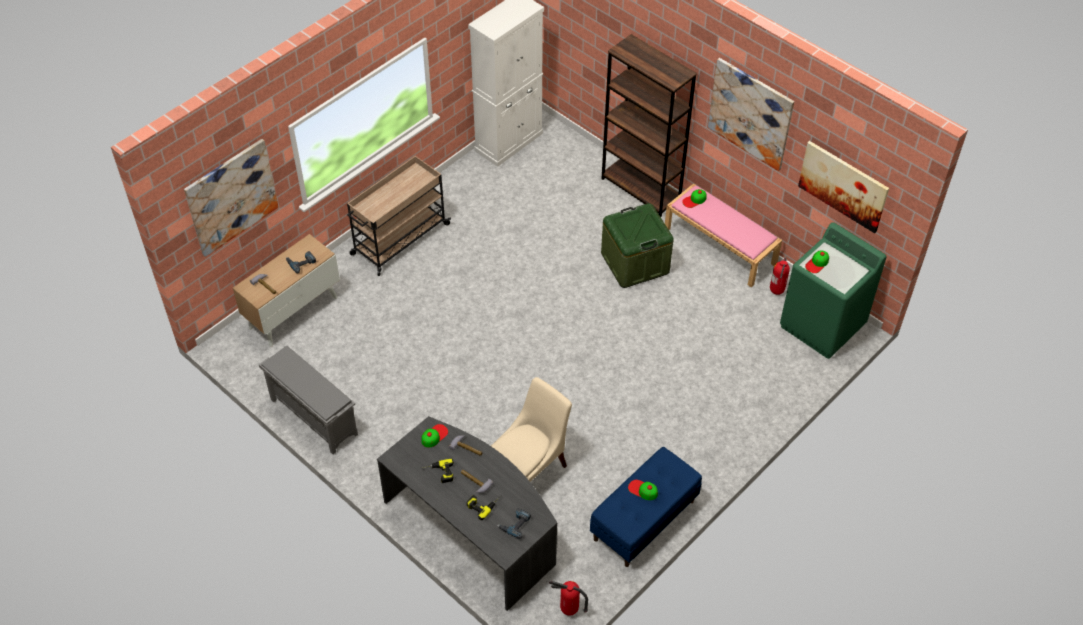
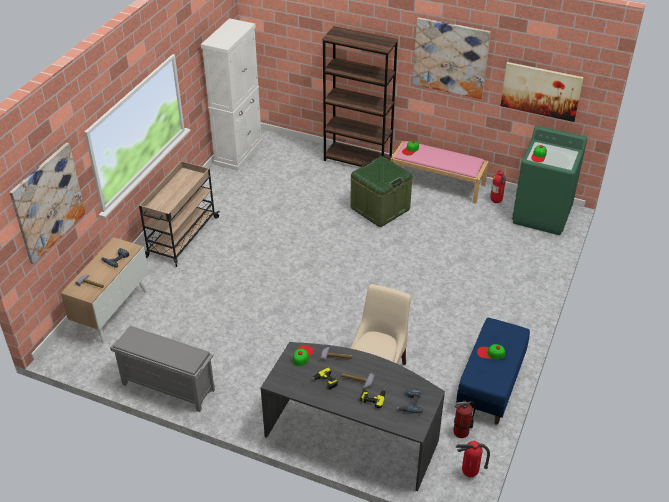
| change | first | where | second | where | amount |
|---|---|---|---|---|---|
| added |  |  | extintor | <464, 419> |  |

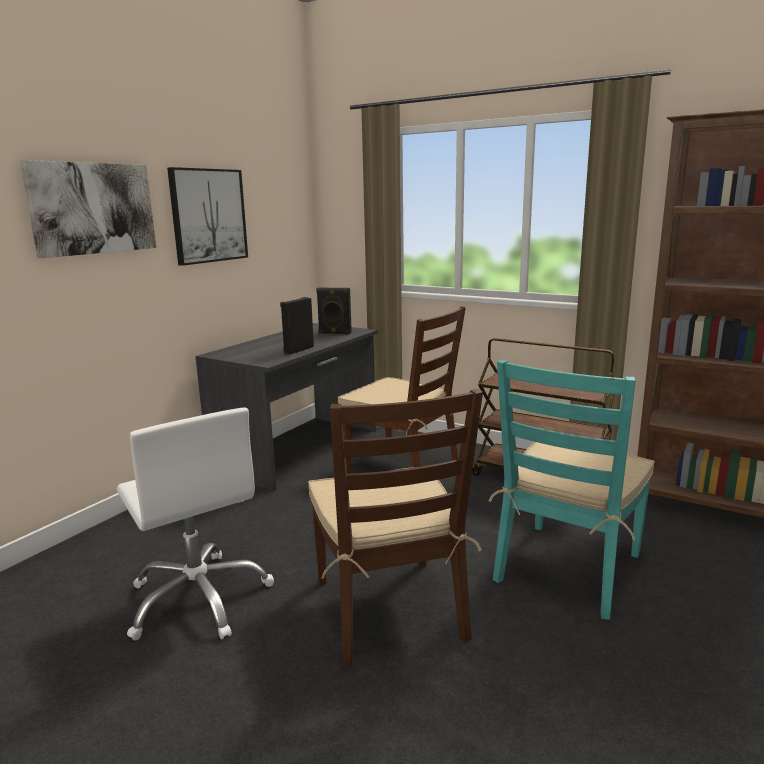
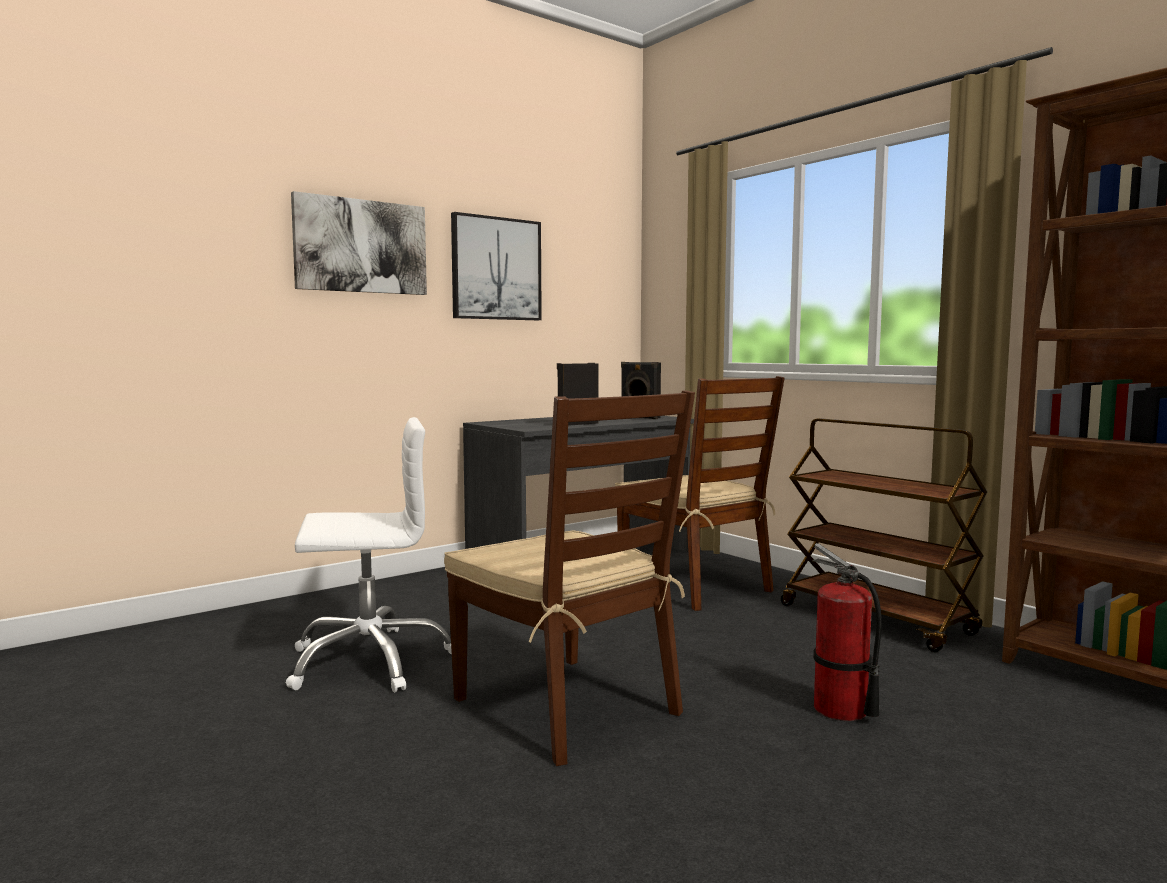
| change | first | where | second | where | amount |
|---|---|---|---|---|---|
| replaced | silla/turquesa | <572, 490> | extintor | <847, 632> |  |
| turned | silla/marrón | <395, 528> |  | <569, 578> | 45 degrees counterclockwise |
| turned | silla de oficina/blanco | <195, 524> |  | <369, 554> | 90 degrees counterclockwise |

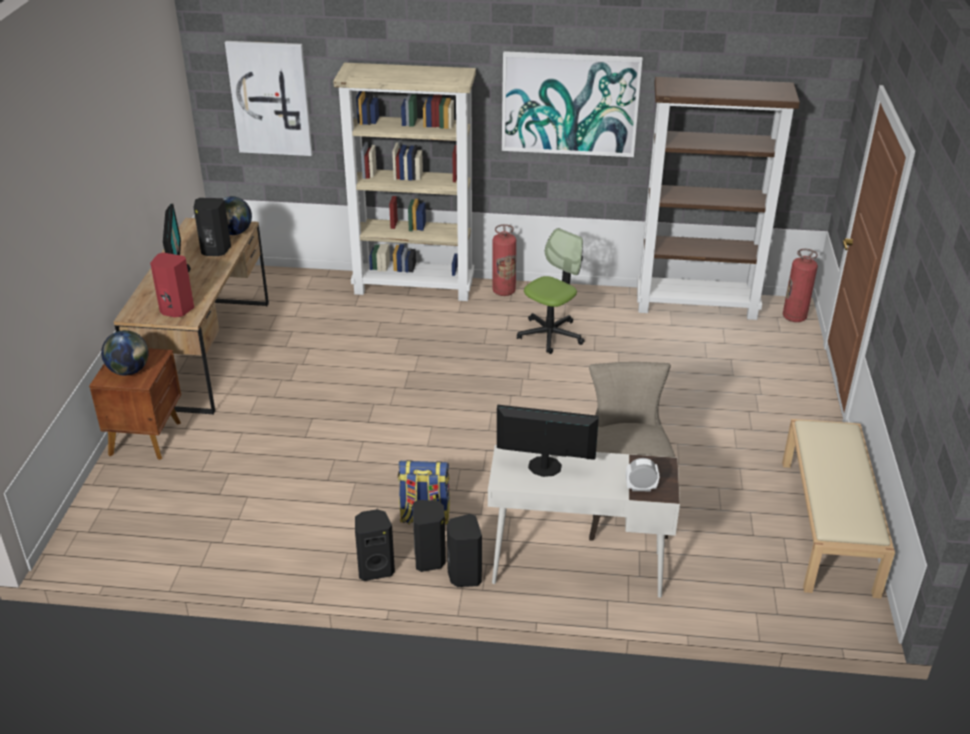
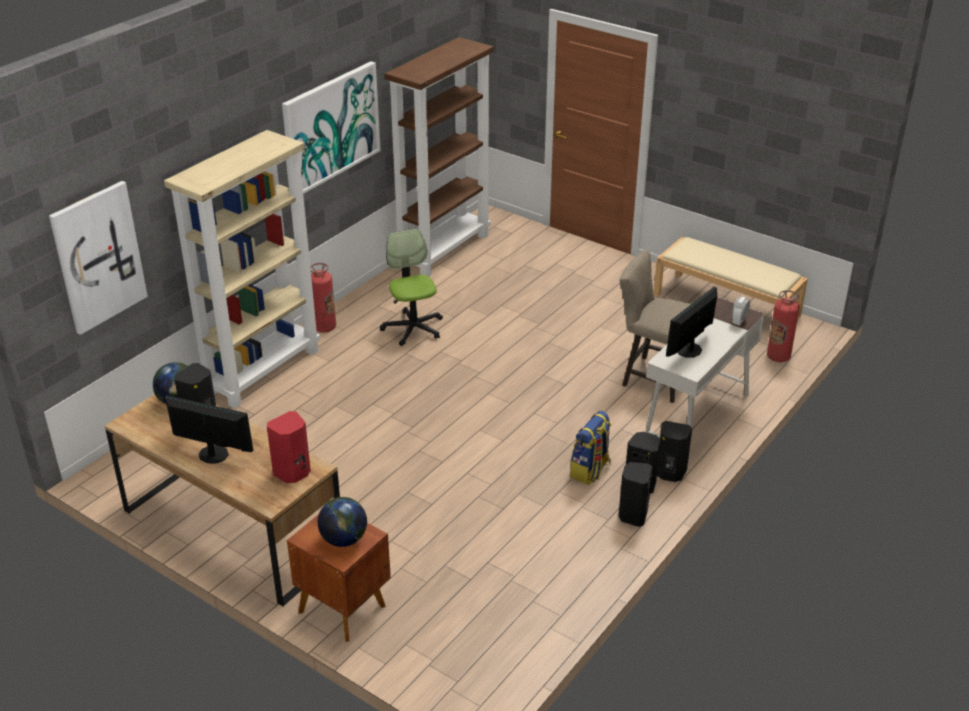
| change | first | where | second | where | amount |
|---|---|---|---|---|---|
| moved | extintor | <800, 285> |  | <783, 326> |  |

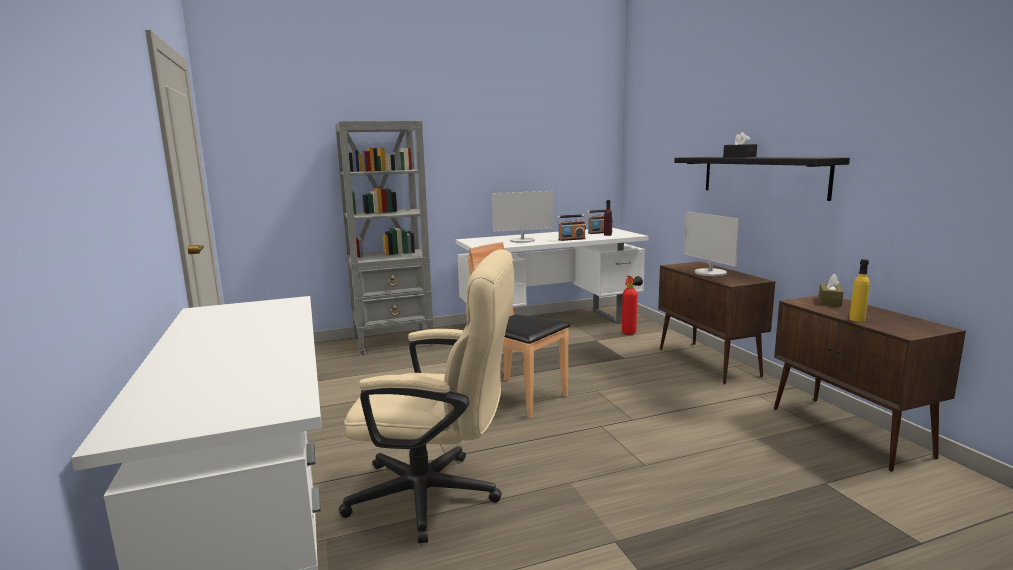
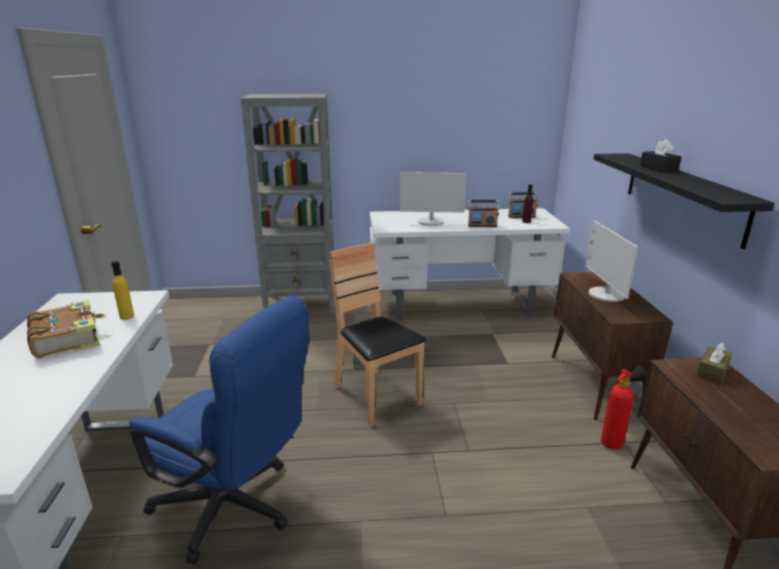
| change | first | where | second | where | amount |
|---|---|---|---|---|---|
| recoloured | silla de oficina/beis | <426, 396> | silla de oficina/azul | <219, 430> |  |
| moved | botella/amarillo | <859, 290> |  | <122, 290> |  |
| moved | extintor | <632, 305> |  | <624, 407> |  |
| added |  |  | libro | <67, 329> |  |

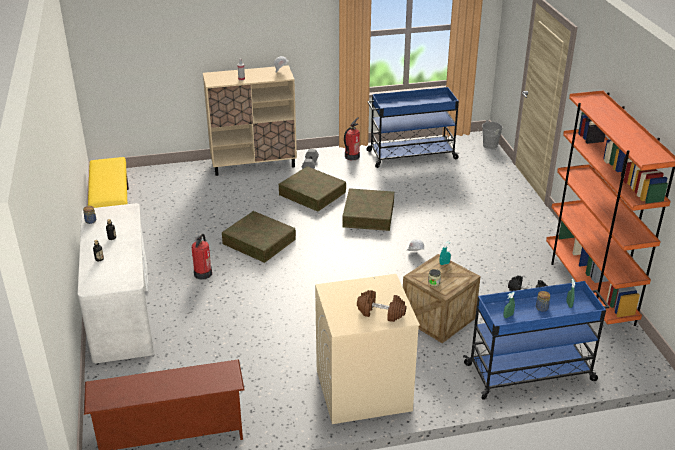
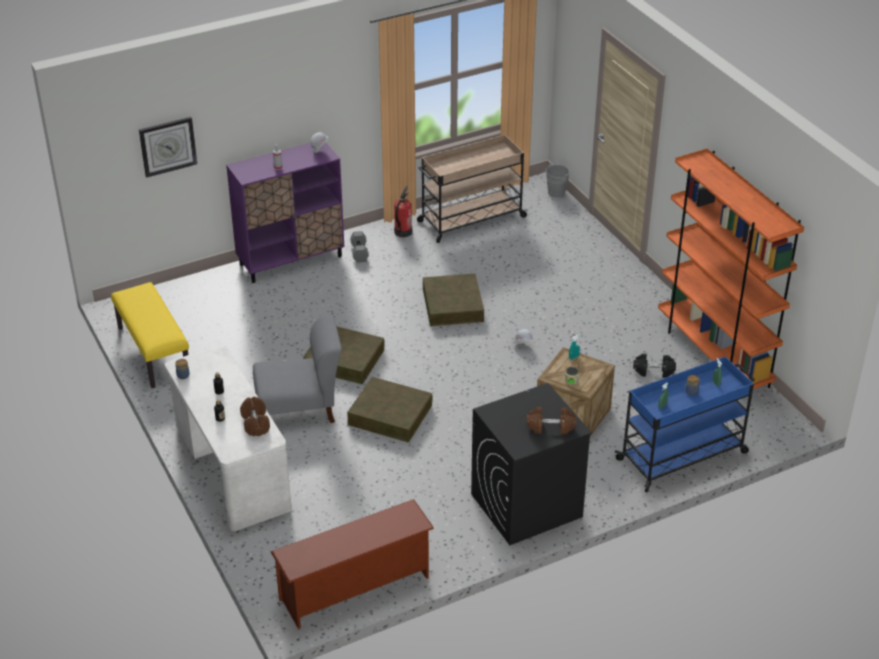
| change | first | where | second | where | amount |
|---|---|---|---|---|---|
| recoloured | armario/beis | <250, 120> | armario/morado | <285, 212> |  |
| recoloured | carrito/azul | <413, 127> | carrito/beis | <472, 188> |  |
| moved | caja de almacenaje/marrón | <312, 189> |  | <390, 410> |  |
| replaced | extintor | <202, 256> | silla/gris | <297, 368> |  |
| recoloured | lavadora/beis | <367, 349> | lavadora/negro | <531, 464> |  |
| added |  |  | reloj de pared | <168, 147> |  |
| added |  |  | mancuerna/marrón | <255, 416> |  |

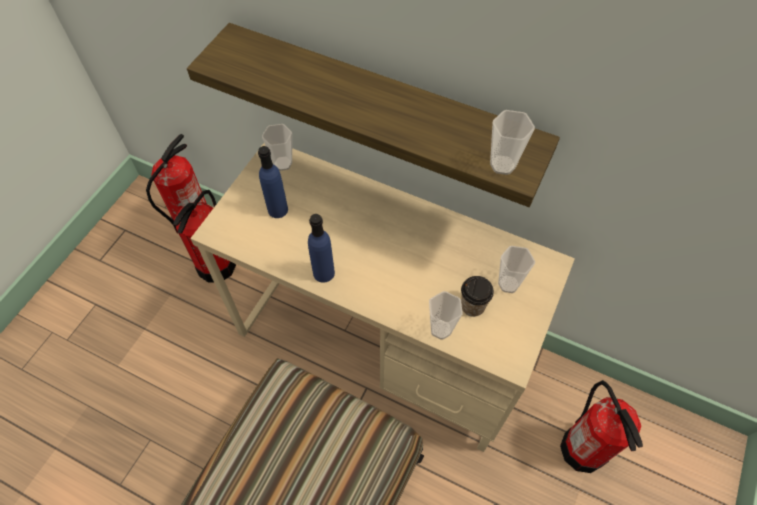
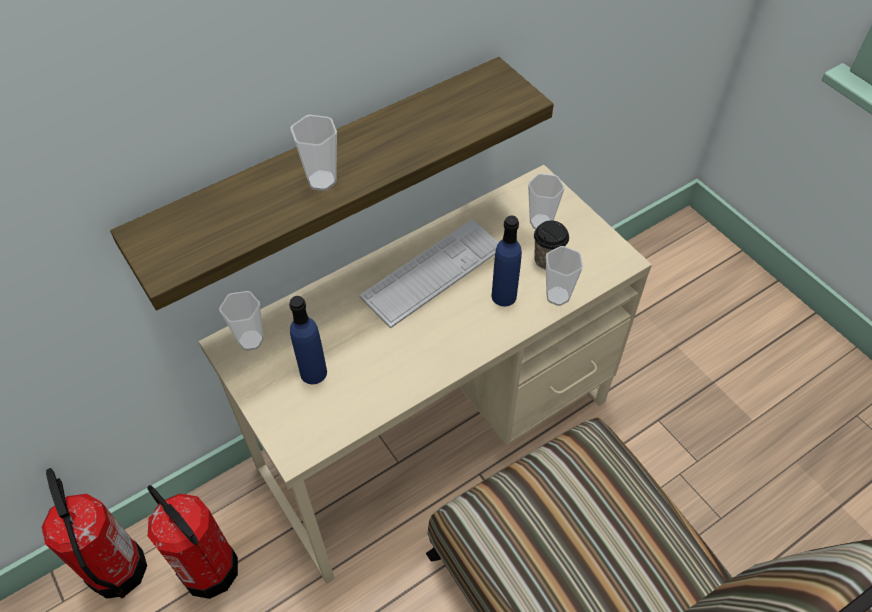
| change | first | where | second | where | amount |
|---|---|---|---|---|---|
| moved | taza | <512, 142> |  | <313, 153> |  |
| moved | botella/azul | <321, 248> |  | <507, 261> |  |
| removed | extintor | <601, 426> |  |  |  |
| added |  |  | teclado | <429, 274> |  |

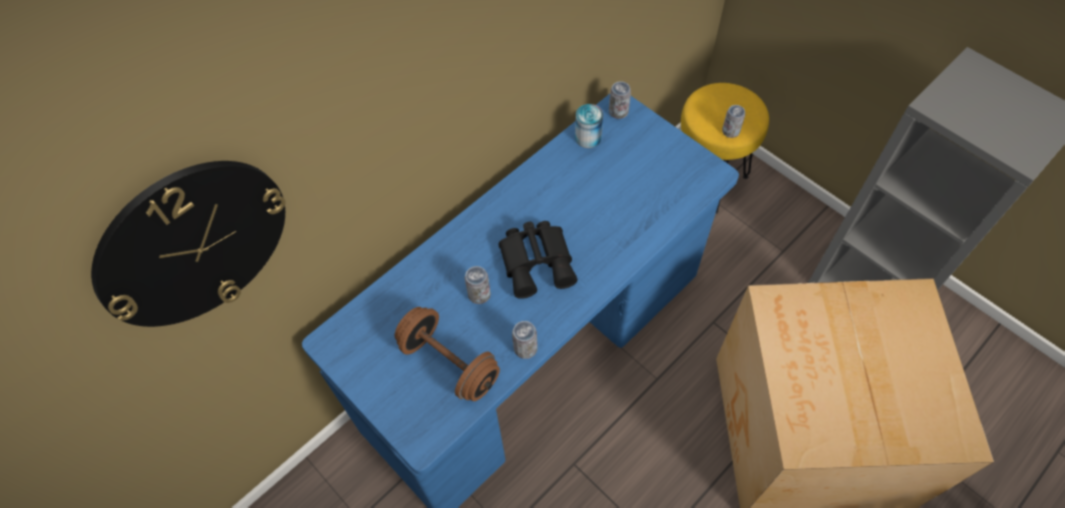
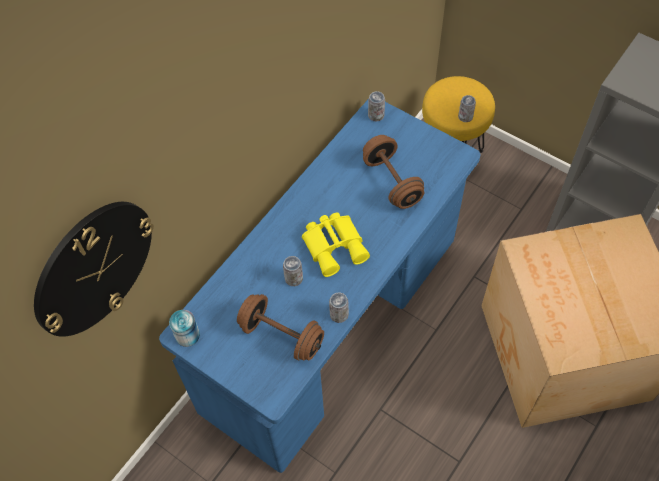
| change | first | where | second | where | amount |
|---|---|---|---|---|---|
| moved | lata | <589, 126> |  | <184, 328> |  |
| recoloured | prismáticos/negro | <537, 260> | prismáticos/amarillo | <336, 244> |  |
| added |  |  | mancuerna/marrón | <393, 172> |  |

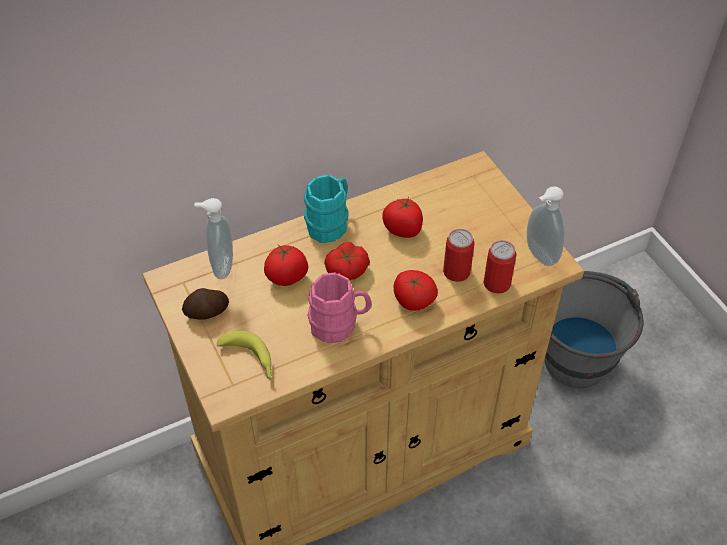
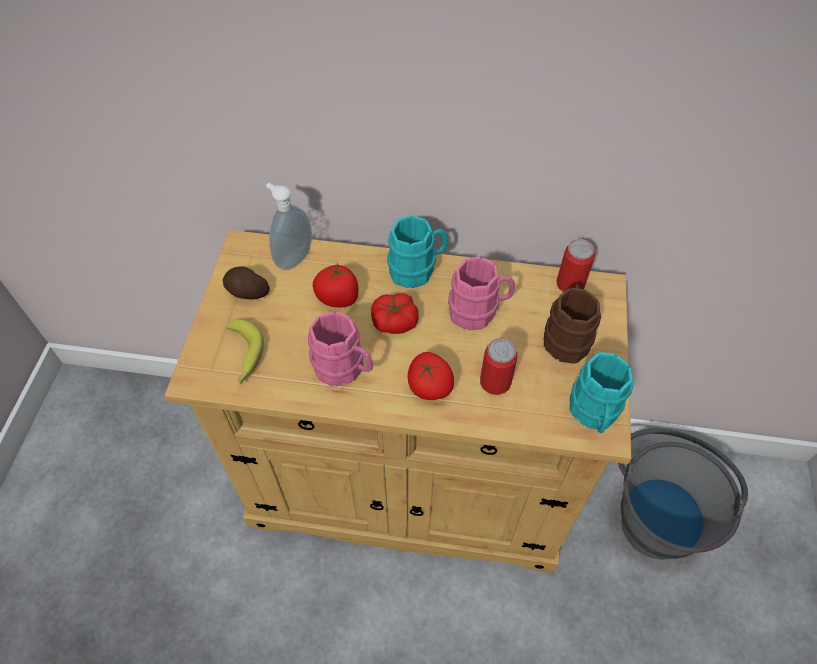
| change | first | where | second | where | amount |
|---|---|---|---|---|---|
| replaced | dispensador de jabón | <546, 226> | taza grande/turquesa | <602, 392> |  |
| replaced | tomate | <403, 217> | taza grande/rosa | <481, 293> |  |
| moved | lata | <499, 266> |  | <576, 265> |  |
| added |  |  | taza grande/marrón | <572, 324> |  |

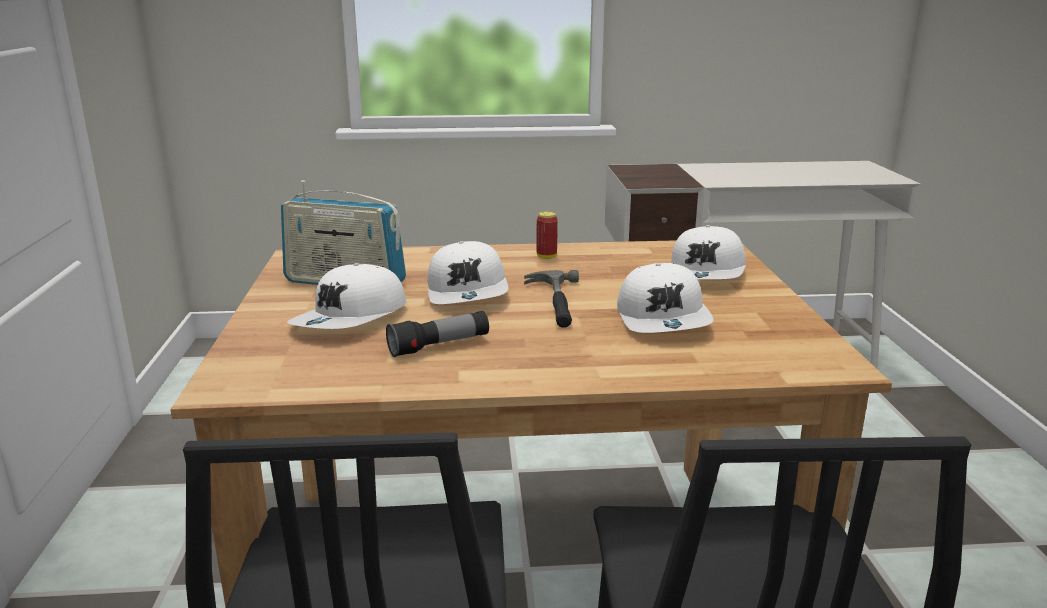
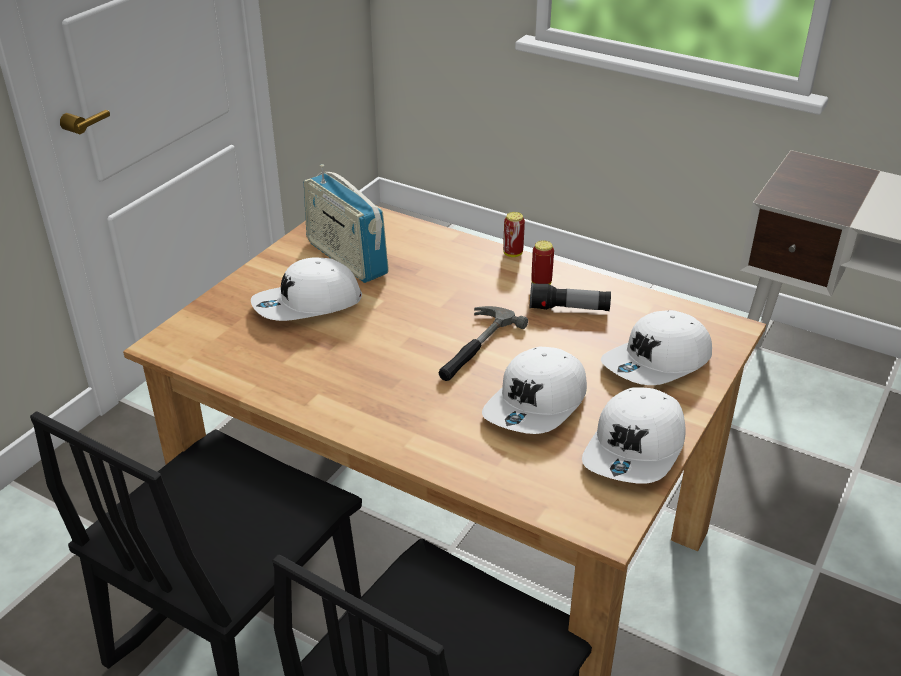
| change | first | where | second | where | amount |
|---|---|---|---|---|---|
| moved | gorra/blanco | <467, 272> |  | <634, 435> |  |
| moved | linterna | <437, 334> |  | <570, 297> |  |
| added |  |  | lata | <514, 234> |  |

